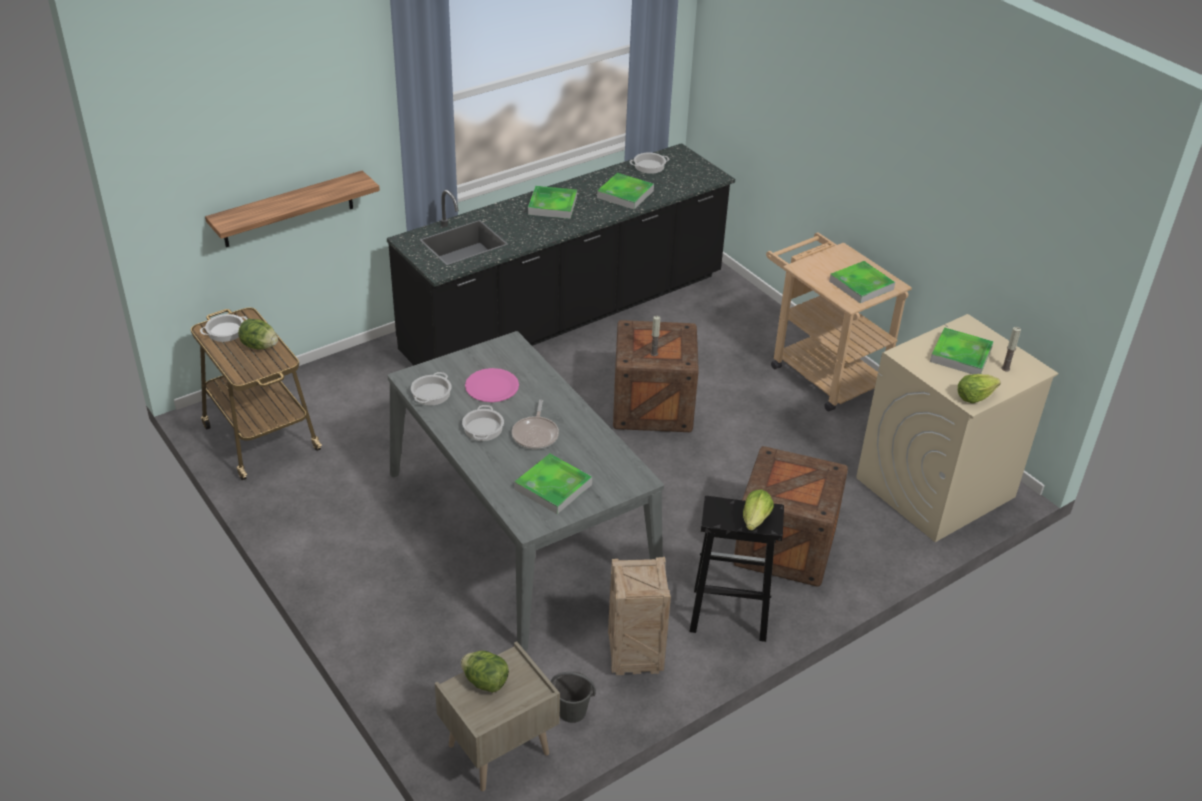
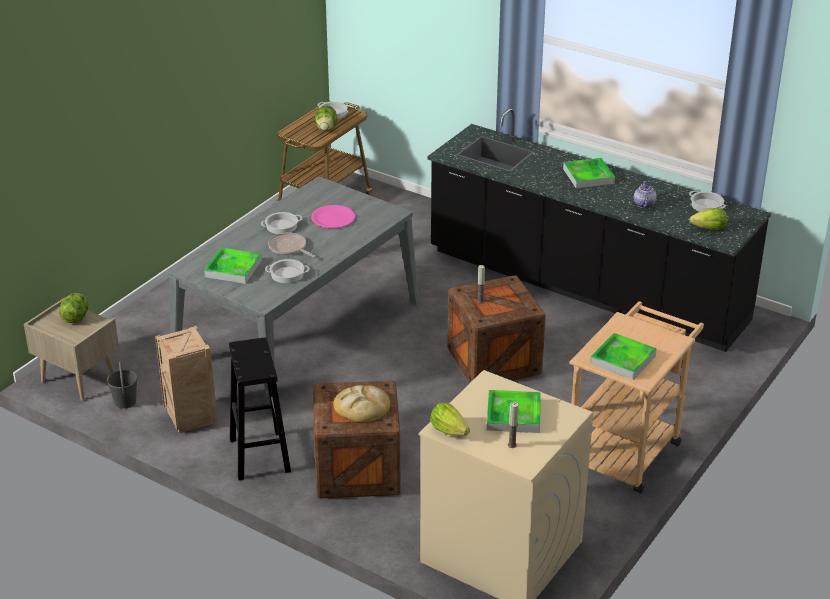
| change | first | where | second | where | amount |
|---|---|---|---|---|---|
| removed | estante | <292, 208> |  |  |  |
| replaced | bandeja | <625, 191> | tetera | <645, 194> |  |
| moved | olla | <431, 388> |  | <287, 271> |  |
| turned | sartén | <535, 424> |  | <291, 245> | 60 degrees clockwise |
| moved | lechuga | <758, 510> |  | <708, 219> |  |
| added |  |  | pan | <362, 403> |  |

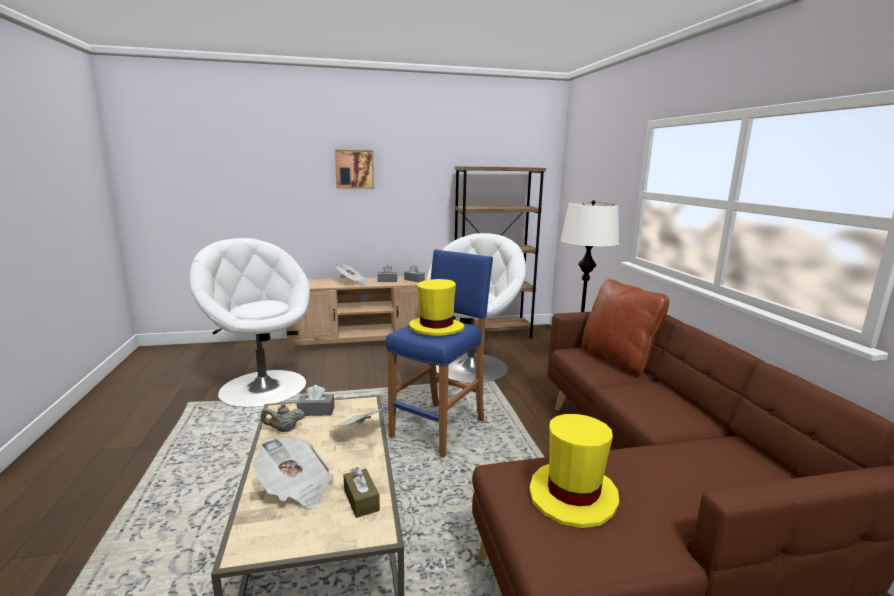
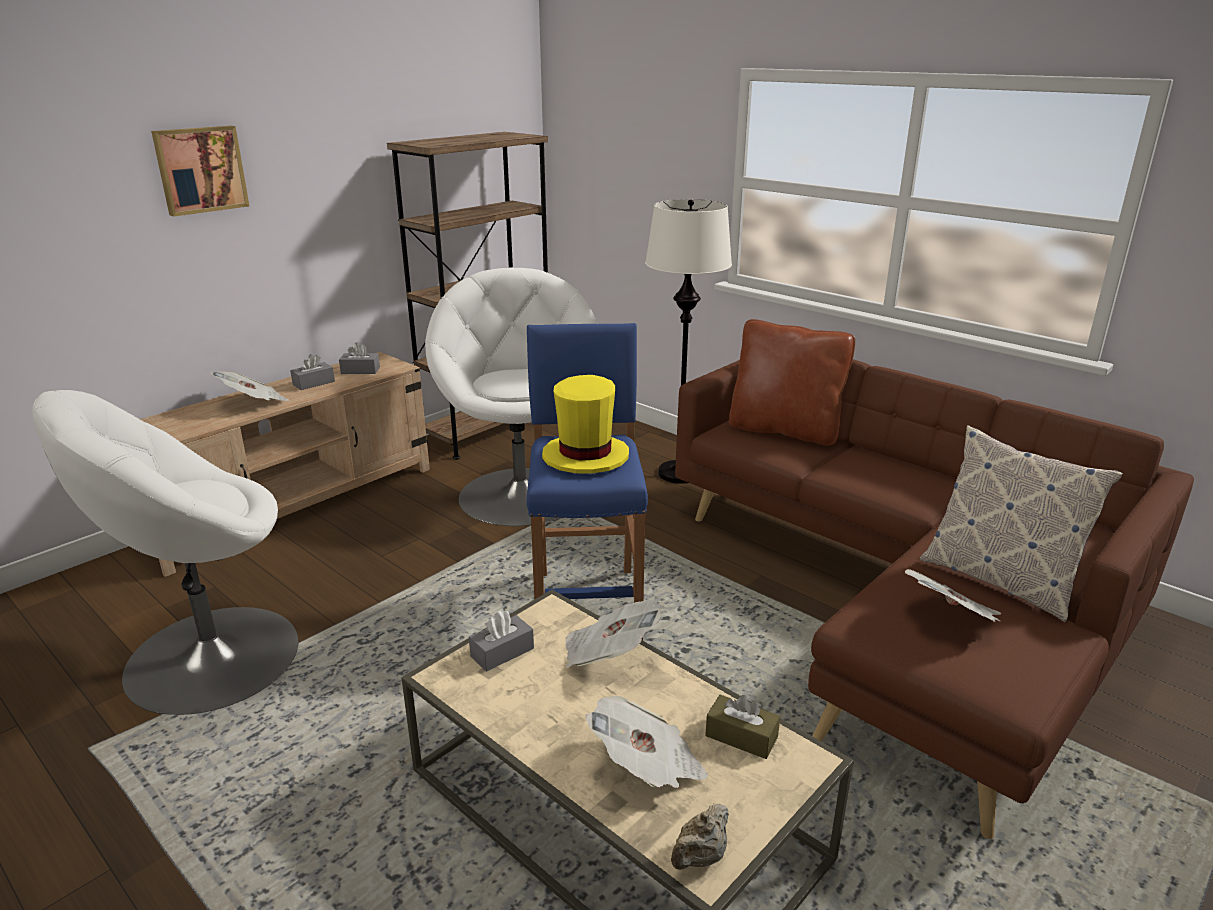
| change | first | where | second | where | amount |
|---|---|---|---|---|---|
| turned | sillón/blanco | <249, 322> |  | <165, 552> | 45 degrees counterclockwise |
| moved | tetera/beis | <283, 418> |  | <700, 836> |  |
| replaced | sombrero/amarillo | <574, 471> | periódico | <953, 595> |  |
| added |  |  | cojín | <1021, 523> |  |

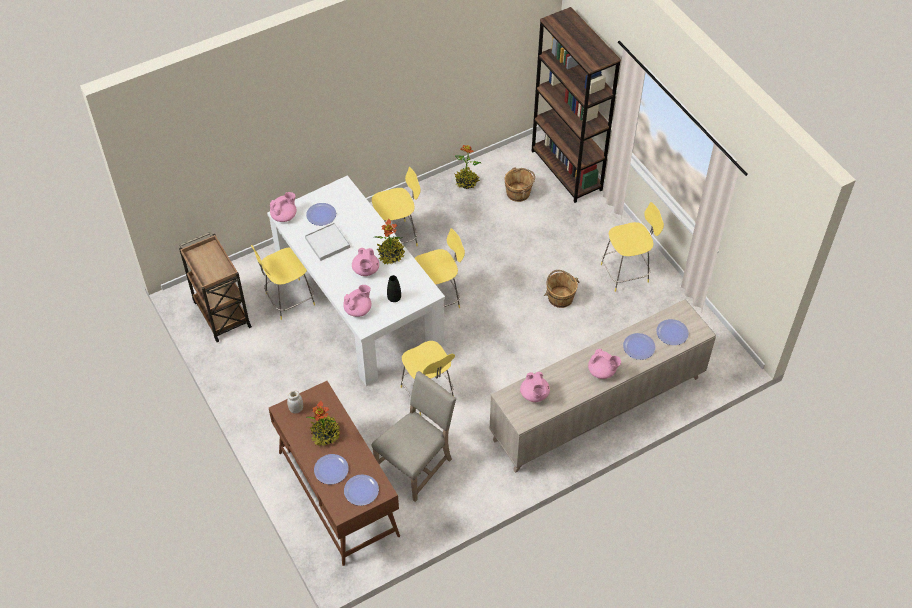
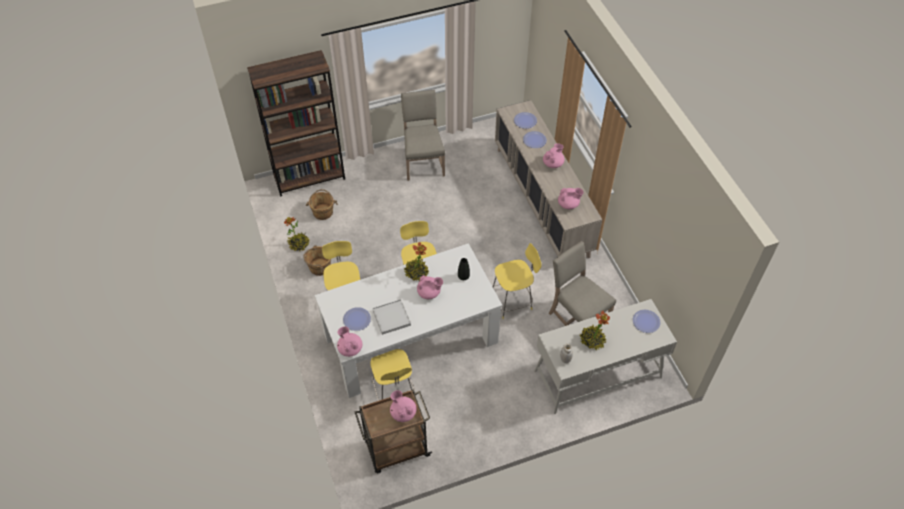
| change | first | where | second | where | amount |
|---|---|---|---|---|---|
| replaced | taburete/amarillo | <632, 247> | silla/beis | <423, 135> |  |
| moved | cubo/marrón | <562, 289> |  | <317, 260> |  |
| moved | tetera/rosa | <357, 301> |  | <403, 406> |  |
| recoloured | escritorio/marrón | <334, 473> | escritorio/blanco | <605, 356> |  |
| removed | plato | <331, 469> |  |  |  |

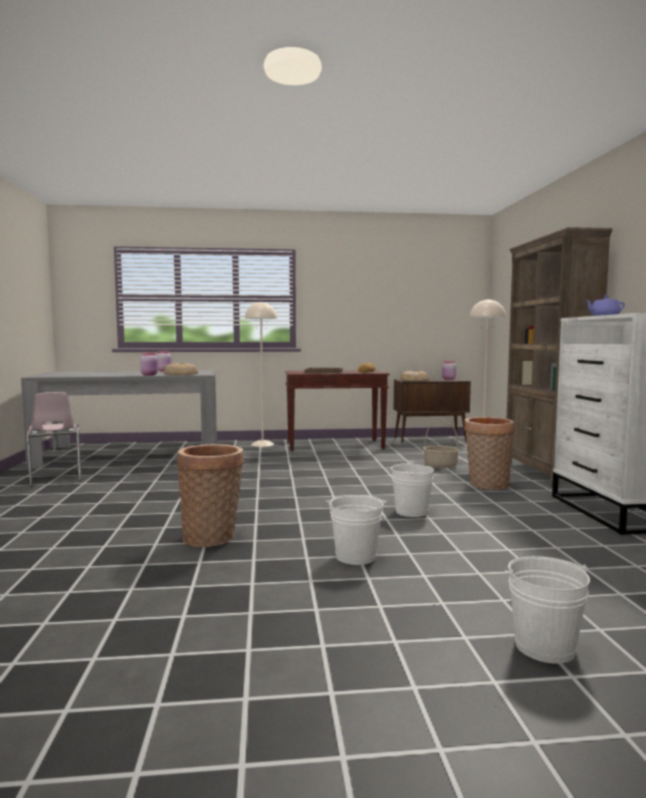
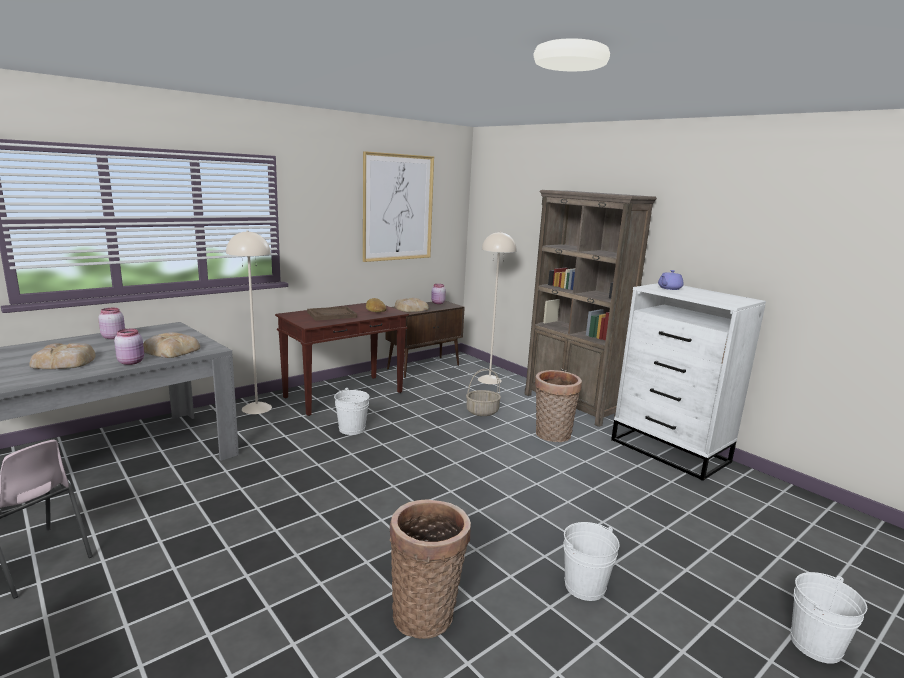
| change | first | where | second | where | amount |
|---|---|---|---|---|---|
| moved | cubo/blanco | <412, 489> |  | <351, 411> |  |
| added |  |  | cuadro | <398, 206> |  |
| added |  |  | pan | <62, 356> |  |

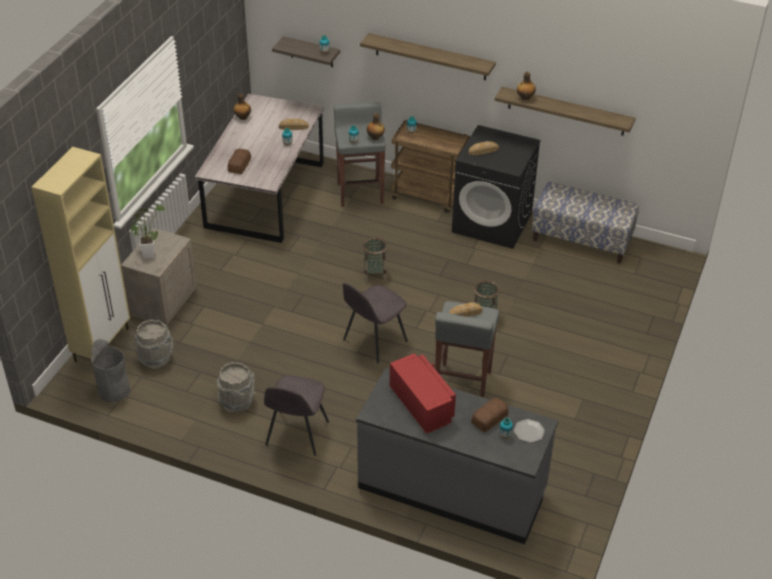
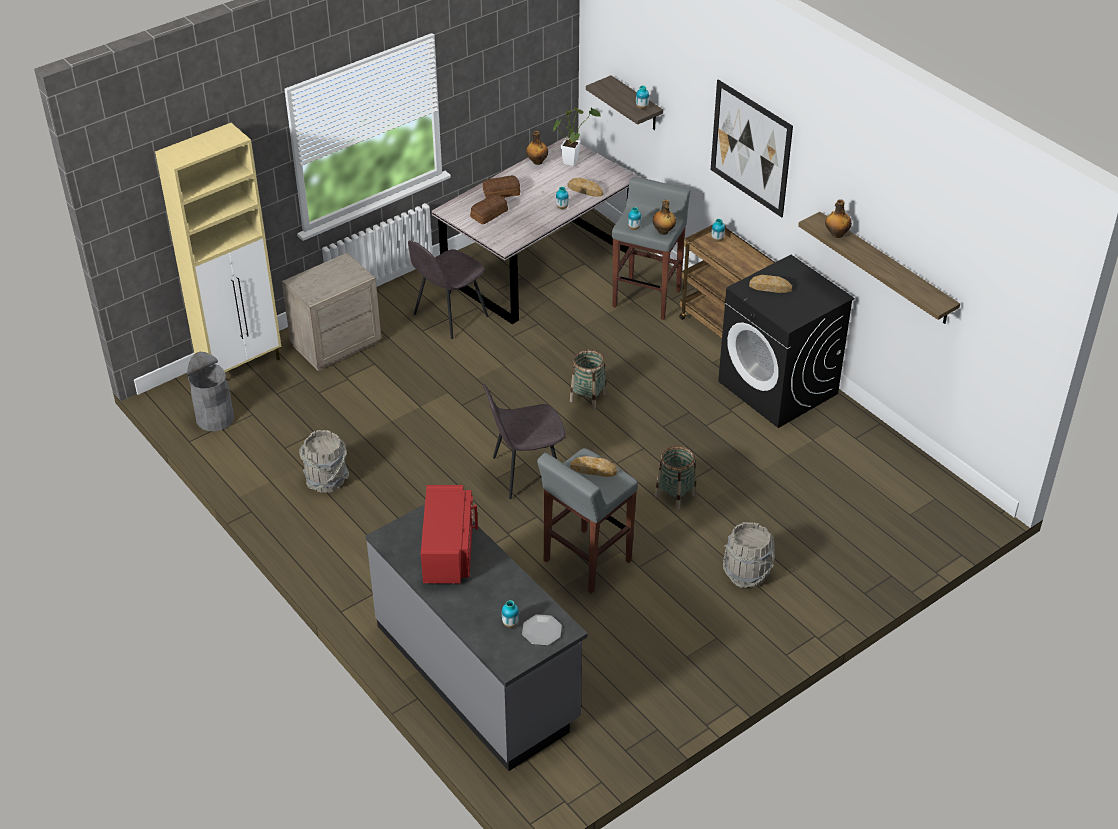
| change | first | where | second | where | amount |
|---|---|---|---|---|---|
| replaced | estante | <428, 56> | cuadro | <752, 148> |  |
| removed | banco | <585, 223> |  |  |  |
| moved | planta en maceta | <148, 232> |  | <577, 136> |  |
| moved | cubo/gris | <154, 344> |  | <749, 555> |  |
| moved | silla/gris | <296, 415> |  | <448, 290> |  |
| moved | pan | <490, 415> |  | <501, 187> |  |

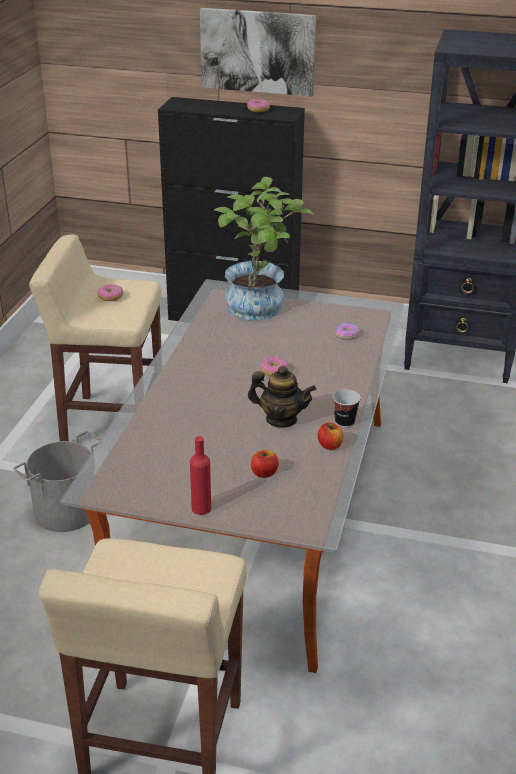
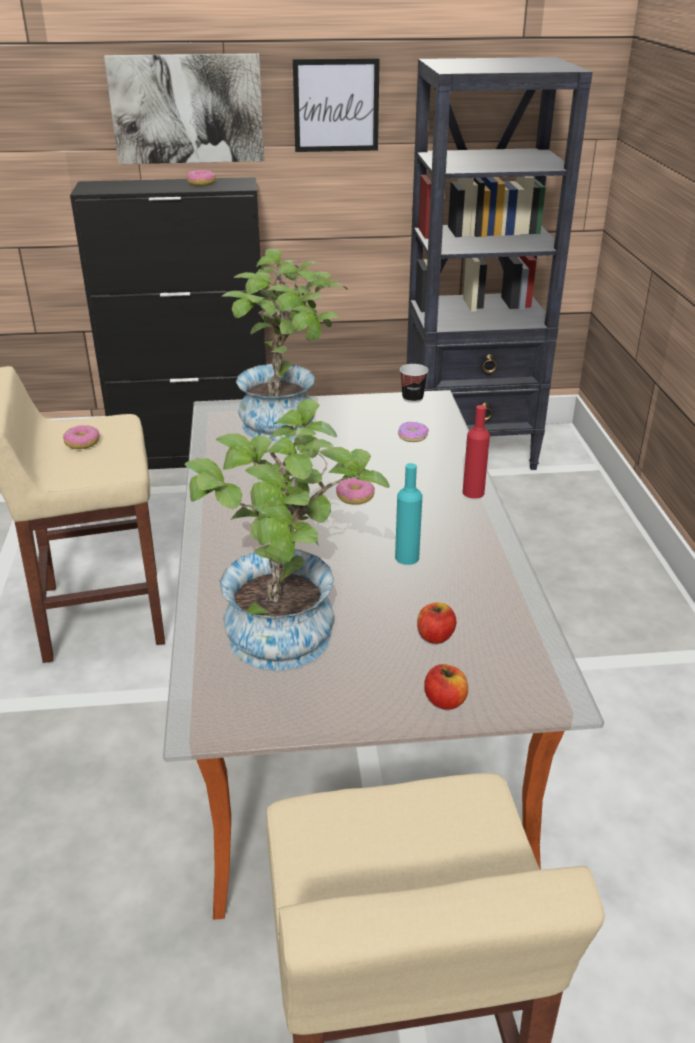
| change | first | where | second | where | amount |
|---|---|---|---|---|---|
| replaced | tetera | <282, 397> | botella/turquesa | <409, 514> |  |
| moved | taza | <347, 409> |  | <414, 383> |  |
| moved | manzana | <330, 436> |  | <446, 687> |  |
| removed | cubo/gris | <56, 481> |  |  |  |
| moved | botella/rojo | <200, 475> |  | <476, 452> |  |
| added |  |  | cuadro | <336, 105> |  |
| added |  |  | planta en maceta | <287, 535> |  |

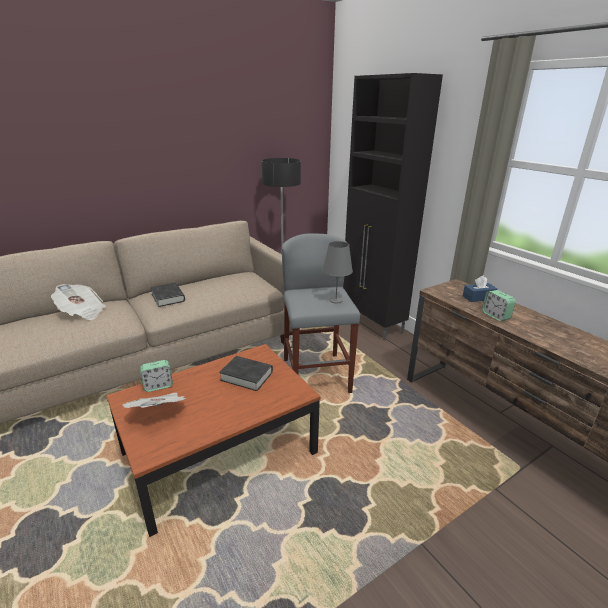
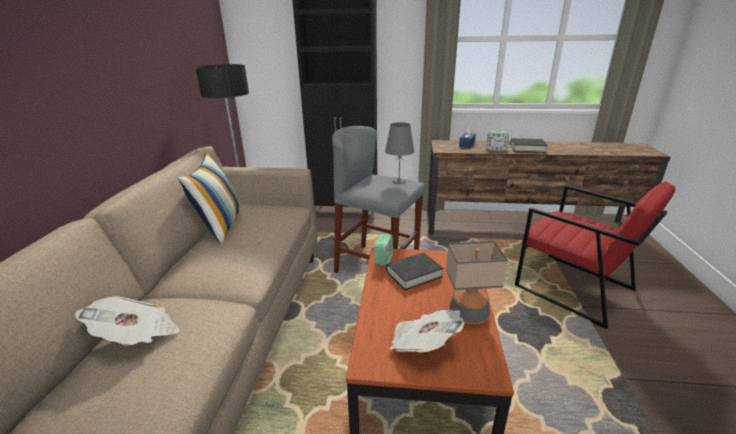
| change | first | where | second | where | amount |
|---|---|---|---|---|---|
| moved | libro/negro | <168, 295> |  | <529, 145> |  |
| moved | despertador | <156, 376> |  | <383, 250> |  |
| added |  |  | cojín | <210, 198> |  |
| added |  |  | sillón/rojo | <595, 255> |  |
| added |  |  | lámpara de mesa | <477, 283> |  |

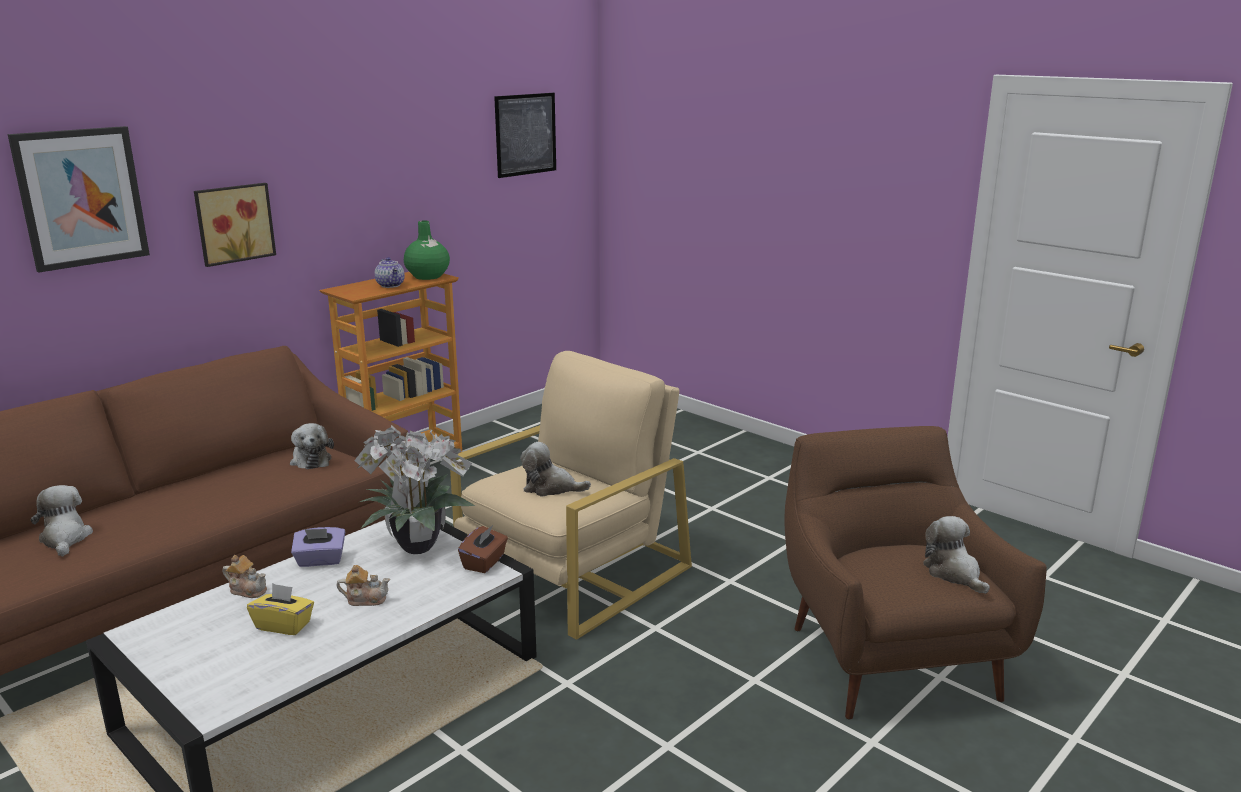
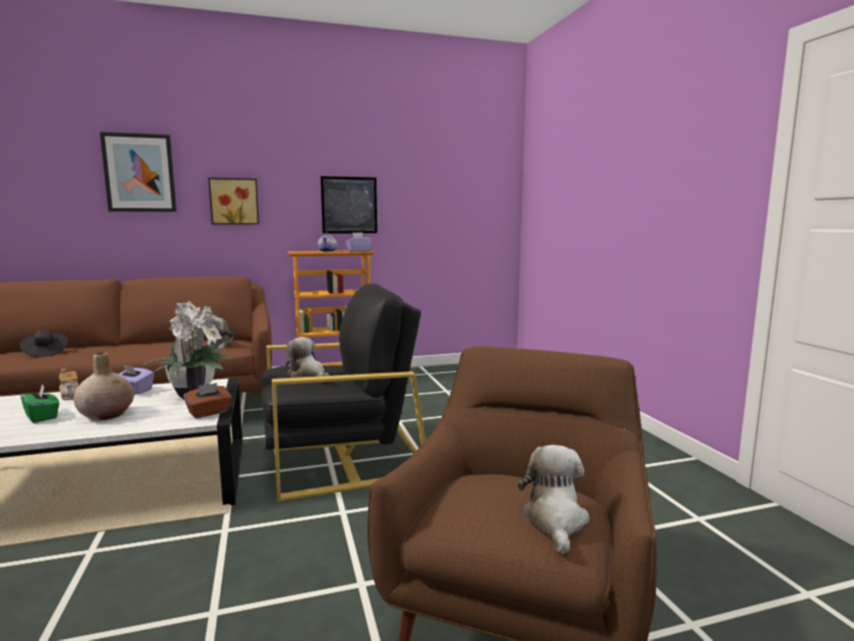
| change | first | where | second | where | amount |
|---|---|---|---|---|---|
| moved | cuadro | <525, 135> |  | <349, 205> |  |
| replaced | florero/verde | <427, 250> | caja de pañuelos/morado | <358, 242> |  |
| recoloured | sillón/beis | <571, 495> | sillón/negro | <343, 392> |  |
| replaced | peluche | <62, 520> | sombrero/negro | <43, 343> |  |
| replaced | tetera | <363, 585> | florero/beis | <104, 386> |  |
| recoloured | caja de pañuelos/amarillo | <280, 609> | caja de pañuelos/verde | <40, 404> |  |

